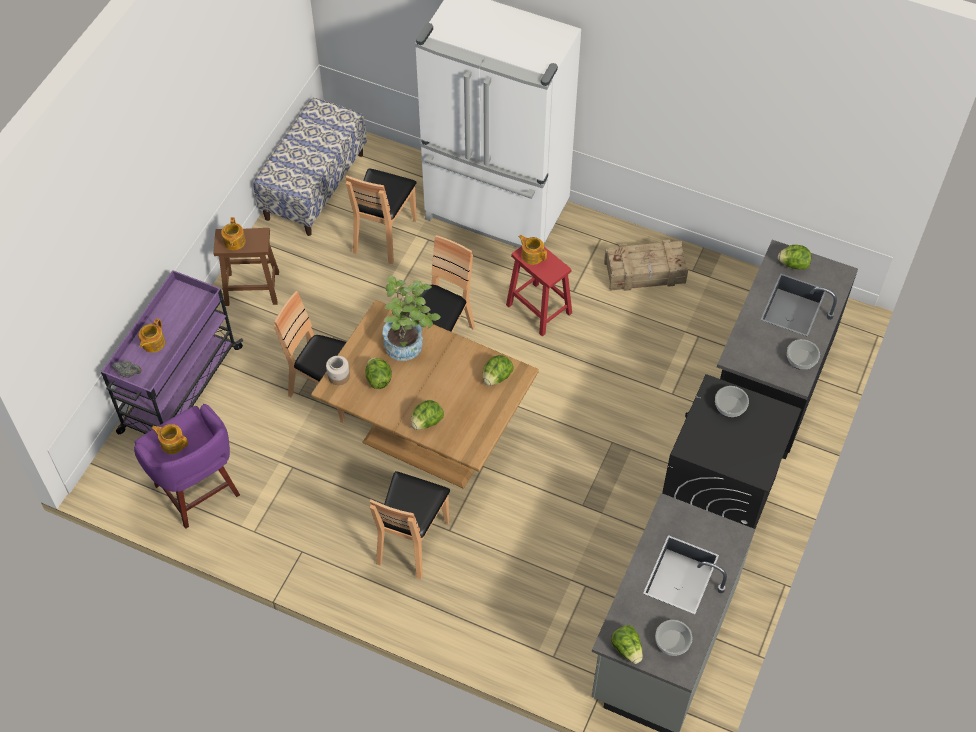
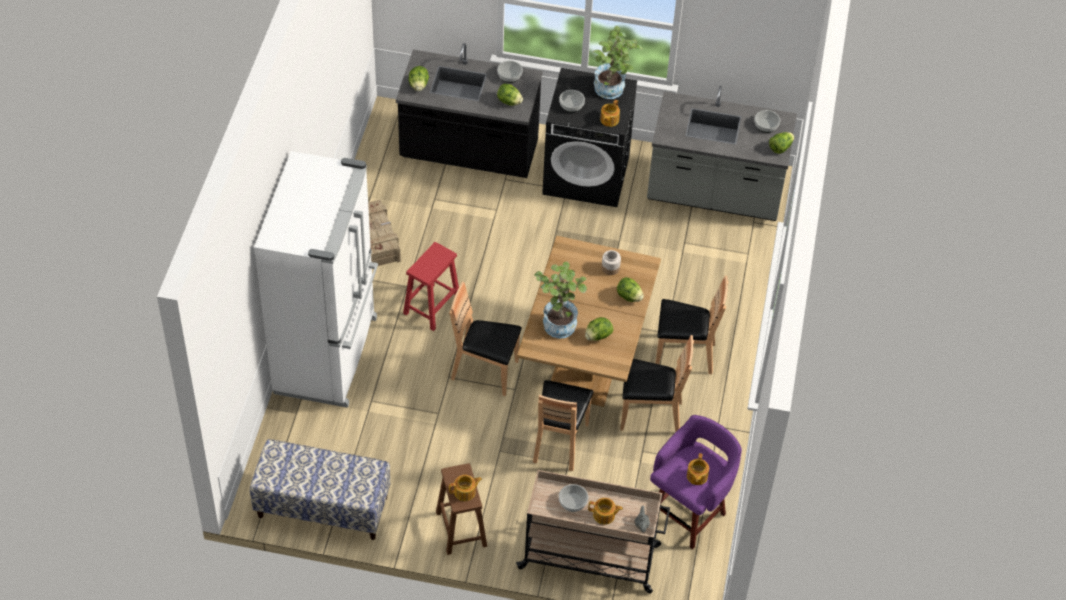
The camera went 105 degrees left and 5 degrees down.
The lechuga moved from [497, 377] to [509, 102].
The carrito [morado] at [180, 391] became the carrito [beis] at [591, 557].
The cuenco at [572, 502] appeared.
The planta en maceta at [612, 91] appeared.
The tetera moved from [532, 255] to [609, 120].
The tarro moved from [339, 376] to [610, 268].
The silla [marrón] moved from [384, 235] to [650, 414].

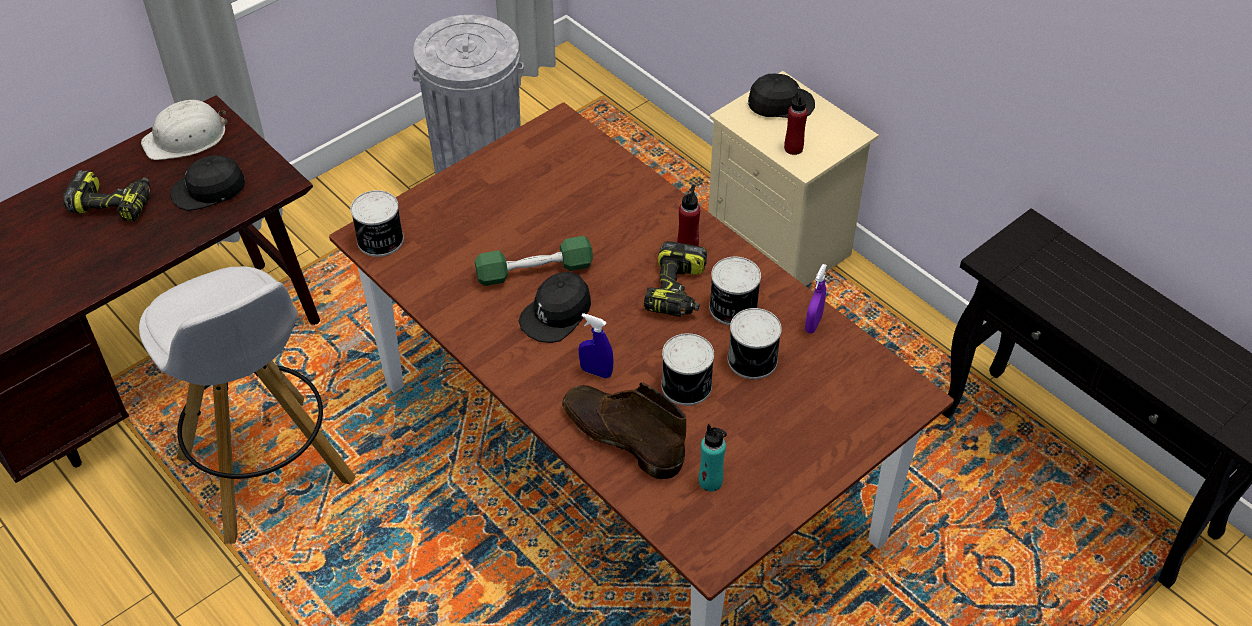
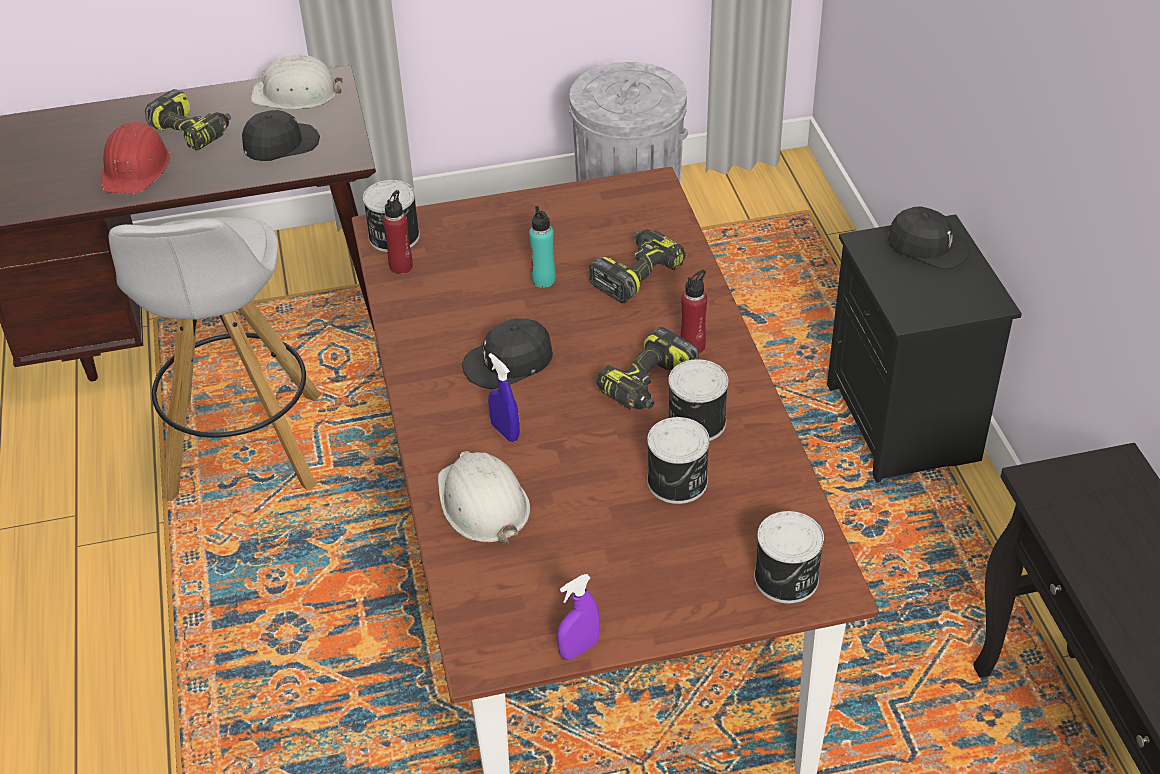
The camera went 30 degrees right and 5 degrees down.
The casco [rojo] at [136, 167] appeared.
The gorra [negro] at [209, 190] turned 135 degrees clockwise.
The botella [rojo] moved from [793, 148] to [401, 266].
The bota [marrón] at [621, 436] was replaced by the casco [blanco] at [482, 503].
The botella [turquesa] moved from [710, 481] to [543, 280].
The pulverizador [morado] moved from [813, 324] to [579, 649].
The taladro at [636, 274] appeared.
The lata moved from [688, 386] to [787, 579].
The mesita de noche [beis] at [782, 247] became the mesita de noche [negro] at [906, 425].
The mancuerna [verde] at [534, 271] disappeared.

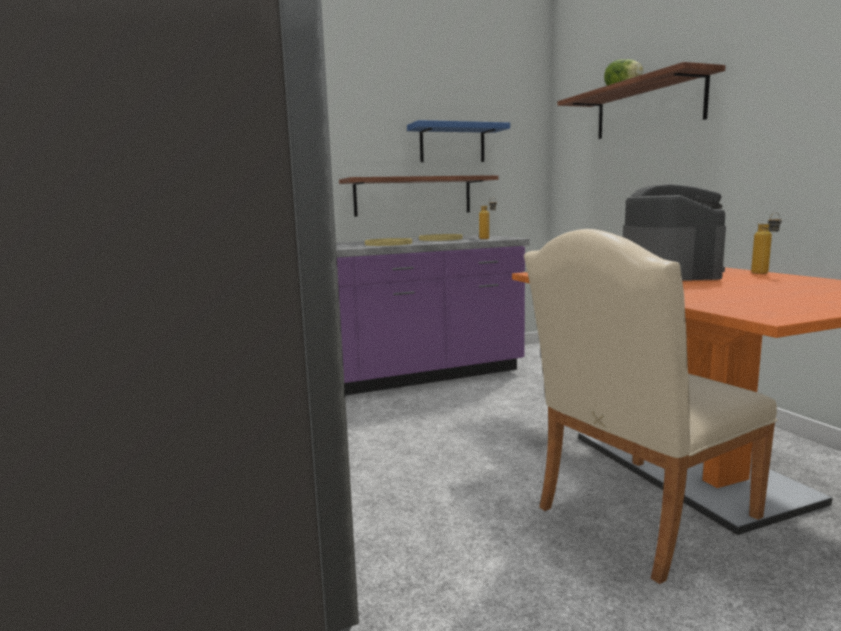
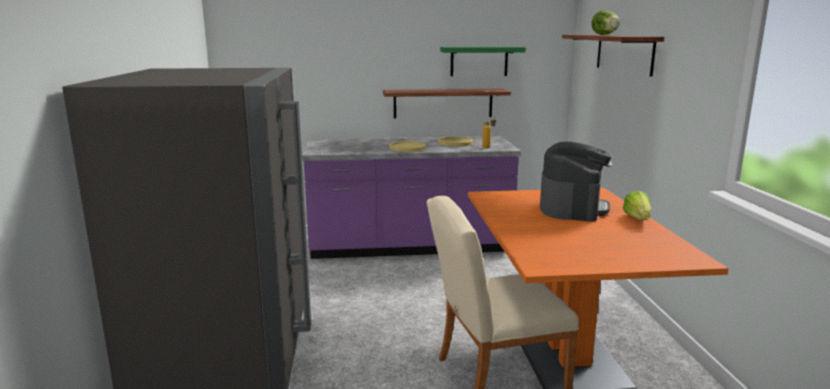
The camera went 15 degrees right and 5 degrees up.
The estante [azul] at [452, 144] became the estante [verde] at [479, 61].
The botella at [764, 274] was replaced by the lechuga at [637, 219].

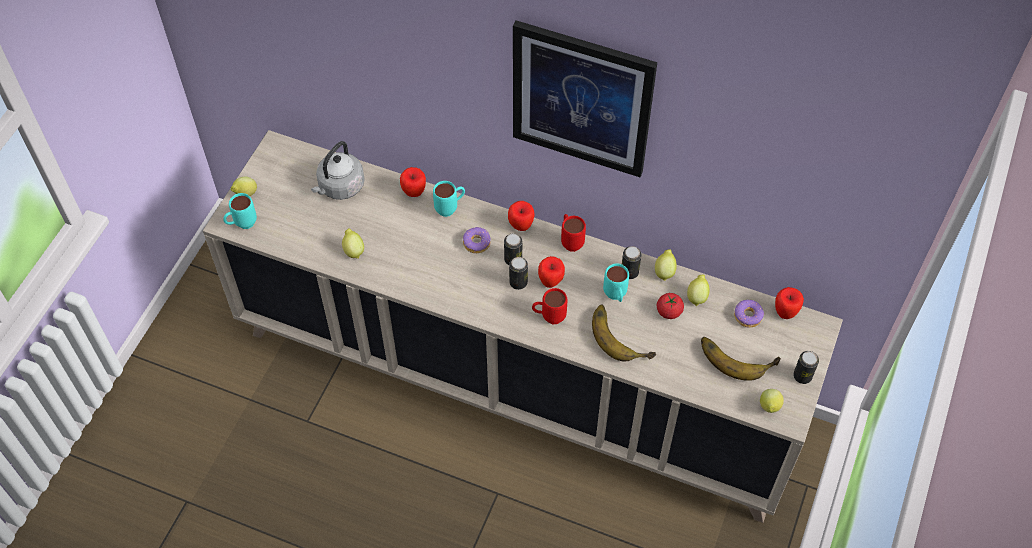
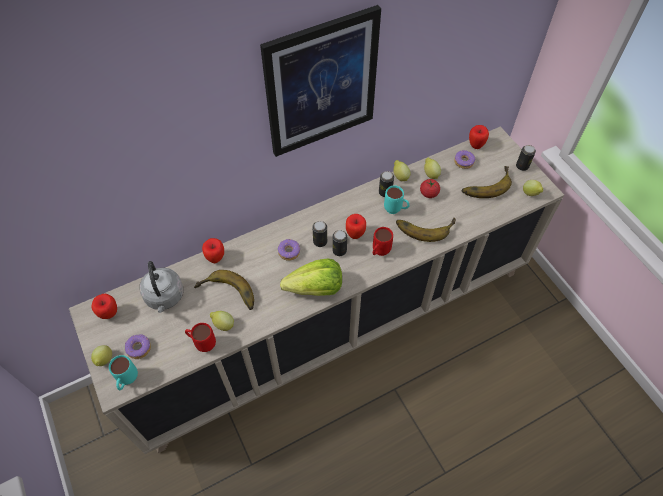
The camera went 50 degrees left and 0 degrees up.
The manzana moved from [521, 226] to [109, 314].
The rosquilla at [138, 348] appeared.
The taza grande [rojo] moved from [570, 241] to [202, 343].
The plátano at [227, 296] appeared.
The lechuga at [315, 289] appeared.
The taza grande [turquesa] at [450, 208] disappeared.

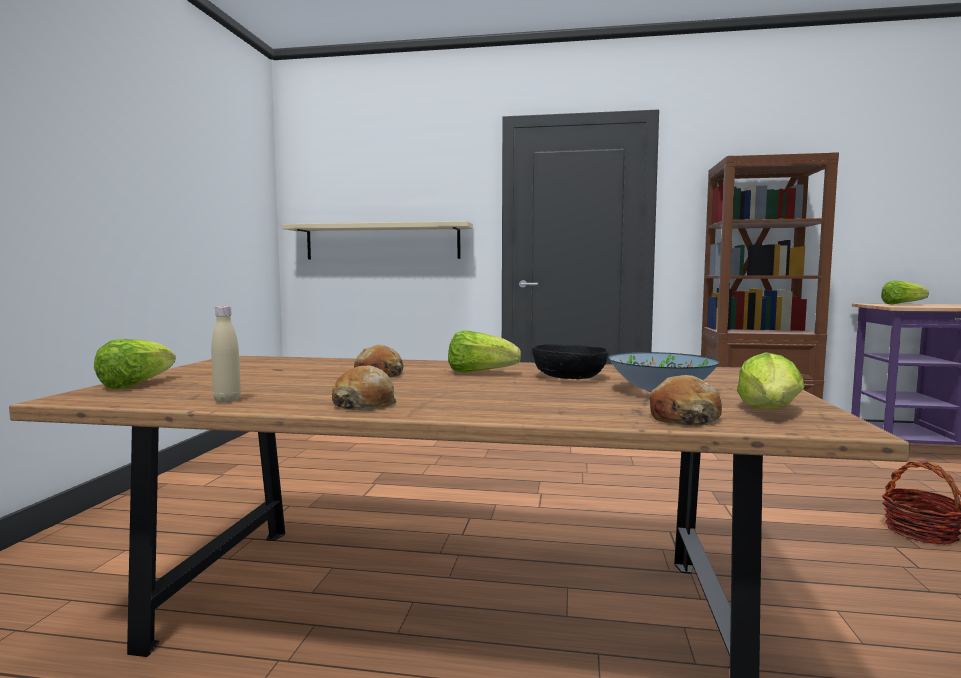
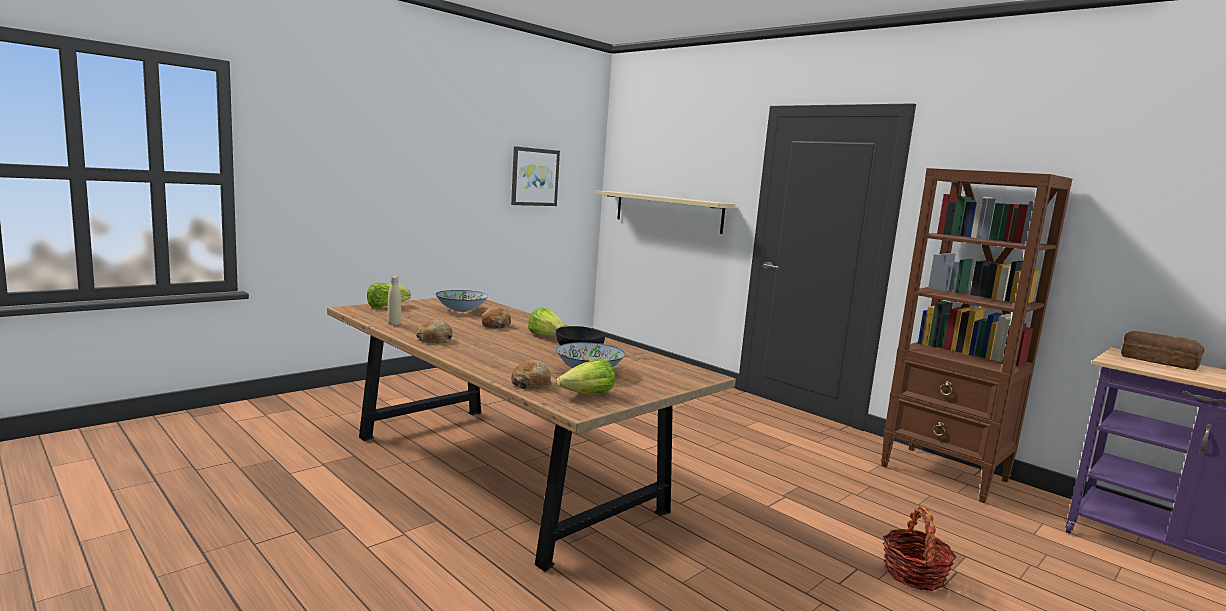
The camera went 35 degrees right and 5 degrees up.
The cuenco at [461, 310] appeared.
The cuadro at [534, 177] appeared.
The lechuga at [901, 304] was replaced by the pan at [1157, 361].

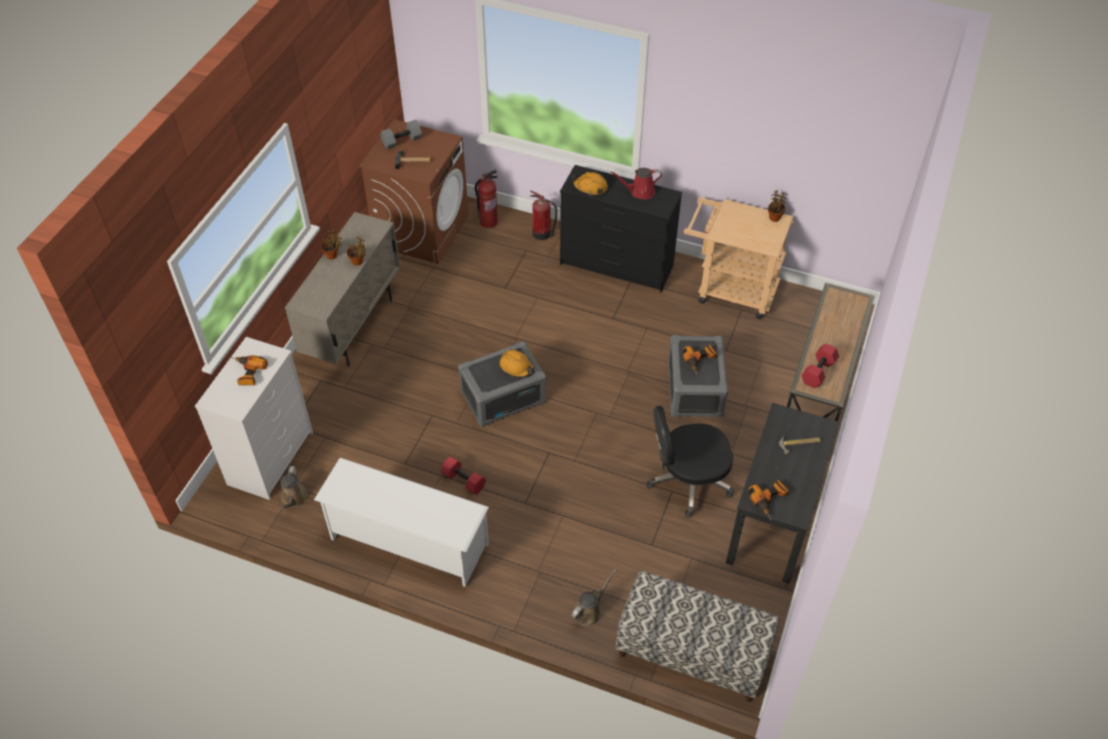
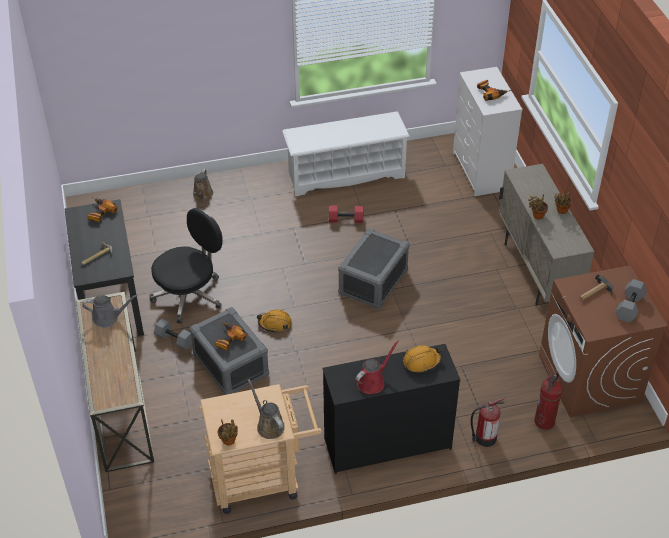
The camera went 145 degrees right and 5 degrees down.
The mancuerna [rojo] at [818, 372] was replaced by the regadera [gris] at [108, 318].
The mancuerna [gris] at [175, 339] appeared.
The regadera [marrón] moved from [294, 498] to [269, 425].
The casco [naranja] moved from [516, 367] to [275, 323].
The banco at [691, 653] disappeared.

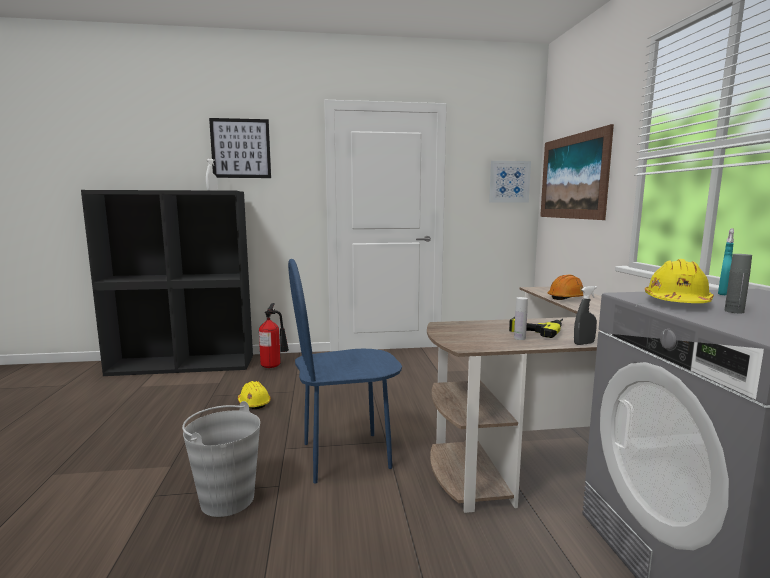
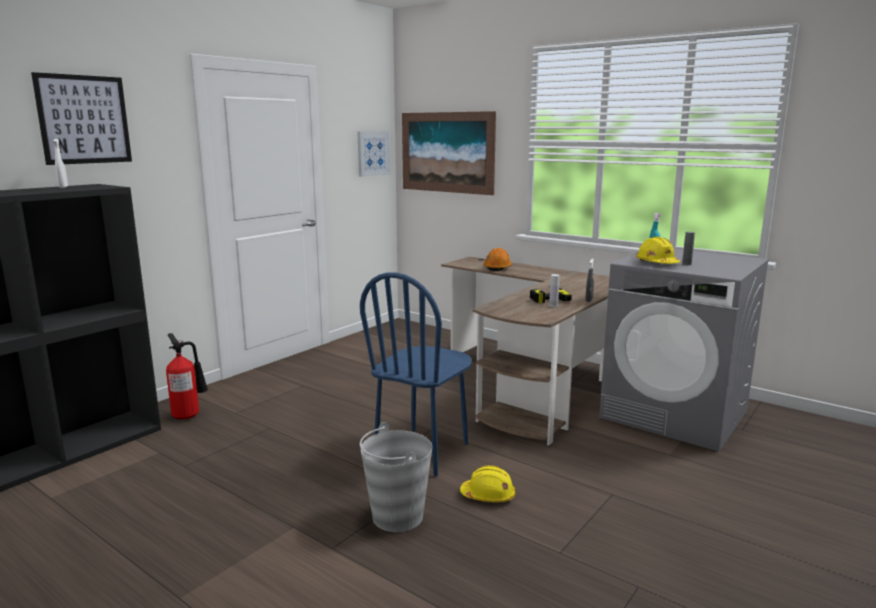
The camera went 45 degrees left and 5 degrees up.
The casco [amarillo] moved from [254, 403] to [488, 495].

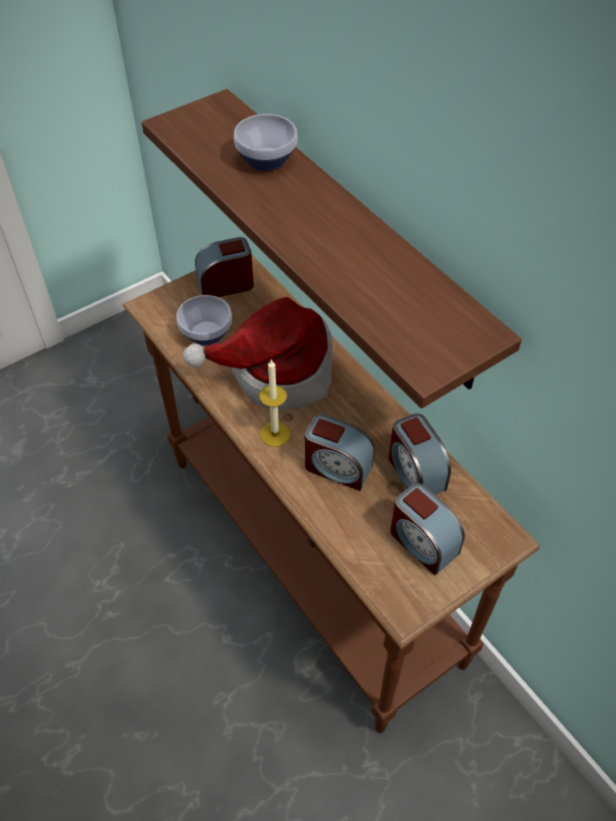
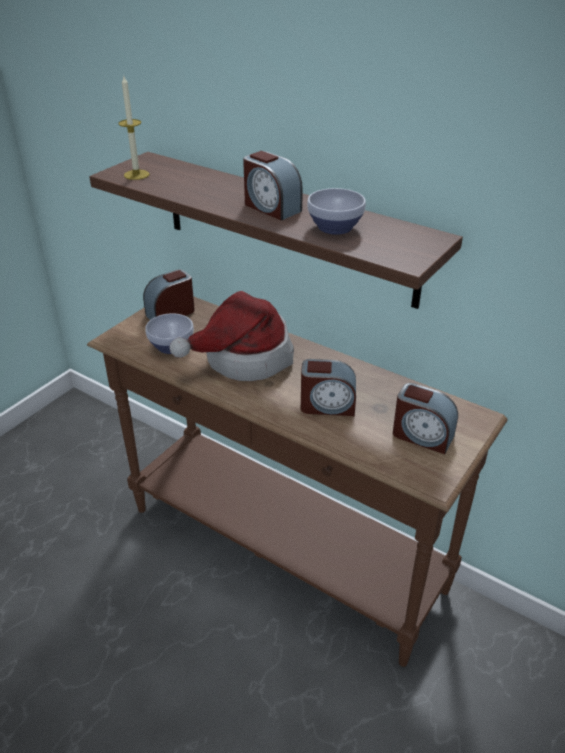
The camera went 20 degrees left and 15 degrees down.
The vela moved from [275, 434] to [136, 175].
The despertador moved from [415, 472] to [271, 207].
The cuenco moved from [267, 161] to [336, 228].

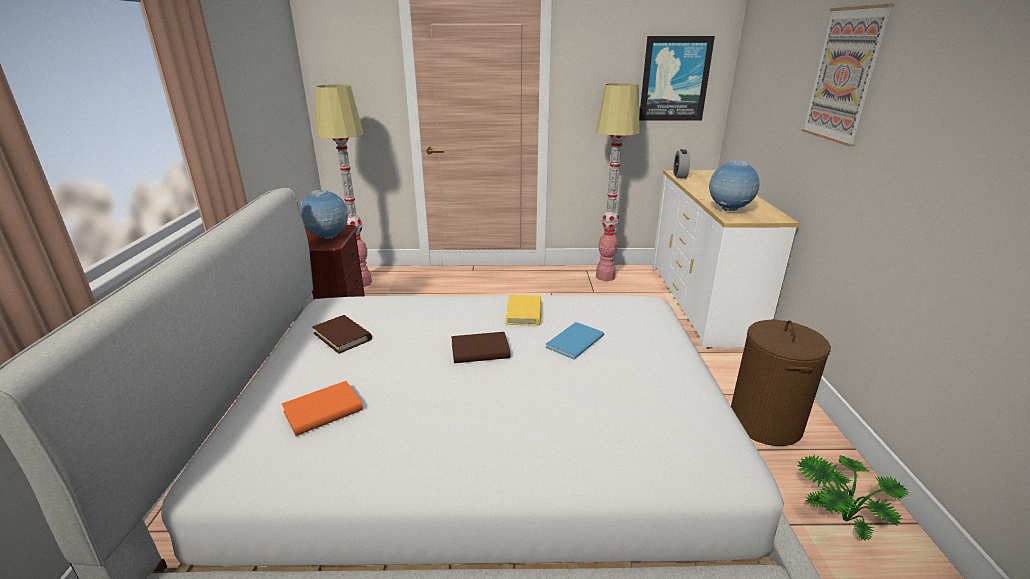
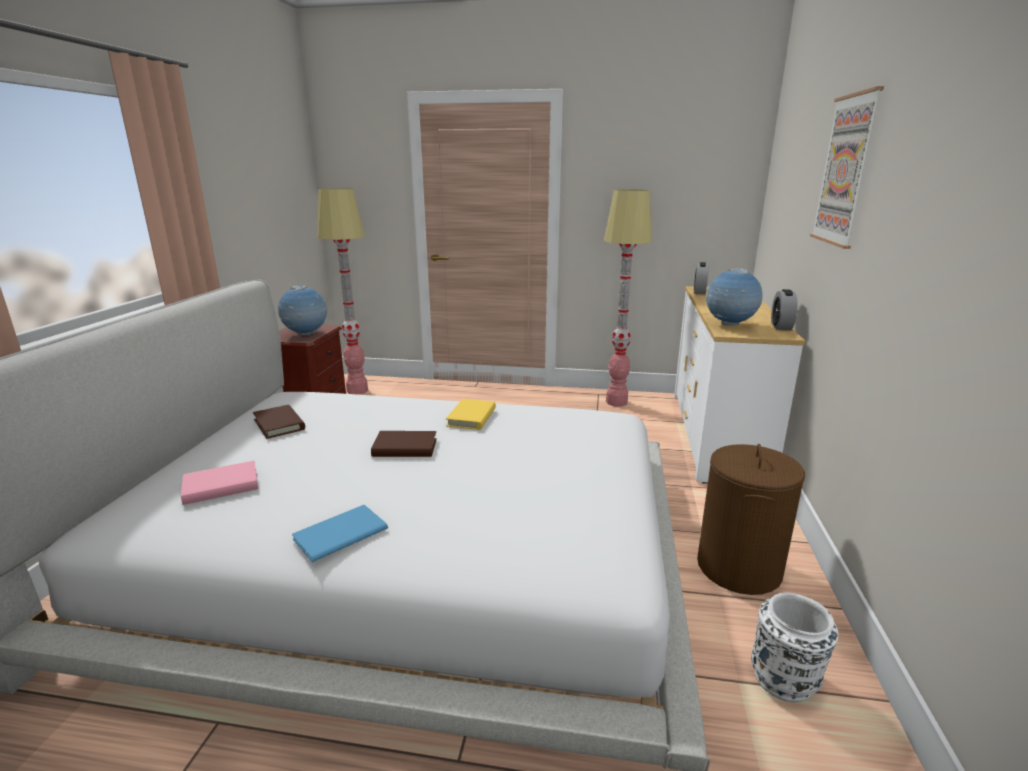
The camera went 10 degrees right and 5 degrees down.
The libro [naranja] at [323, 411] became the libro [rosa] at [221, 486].
The libro [azul] moved from [572, 341] to [337, 534].
The planta en maceta at [837, 517] was replaced by the florero [blanco] at [785, 680].
The despertador at [781, 326] appeared.
The cuadro at [674, 79] disappeared.

